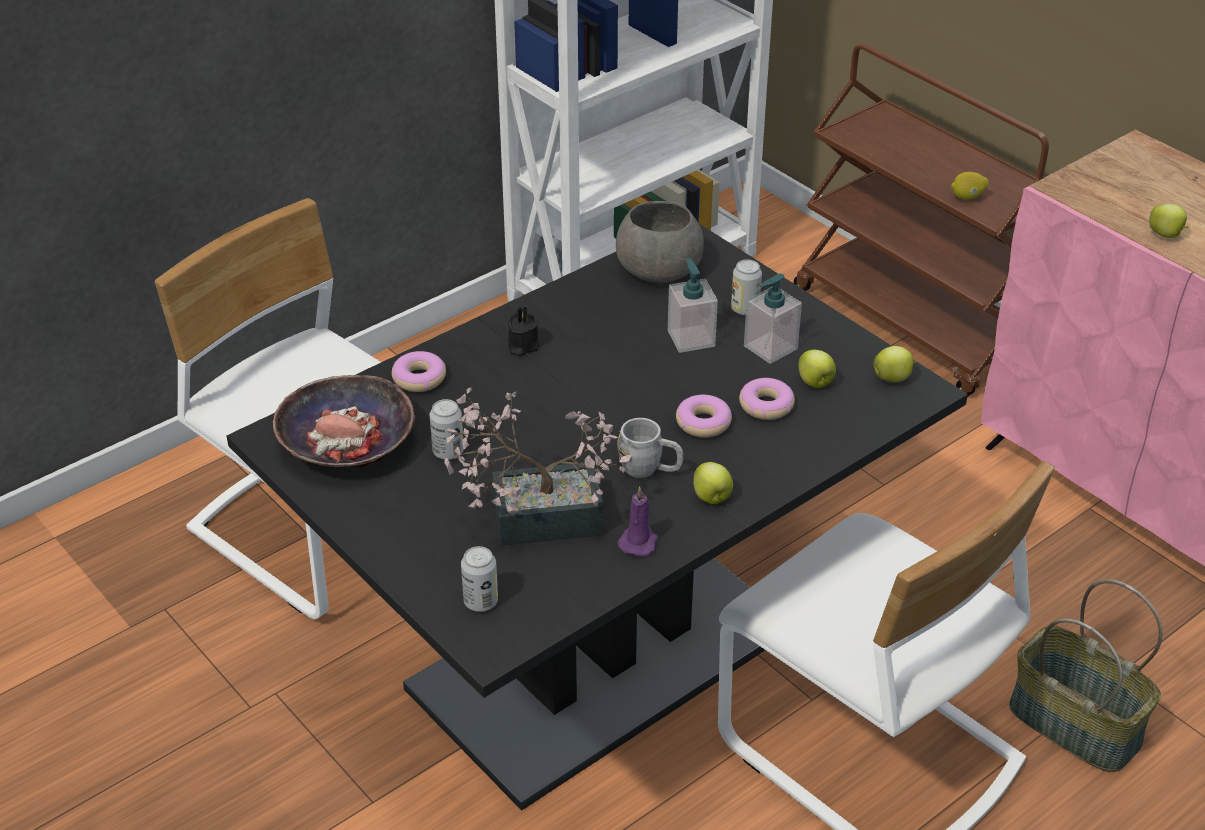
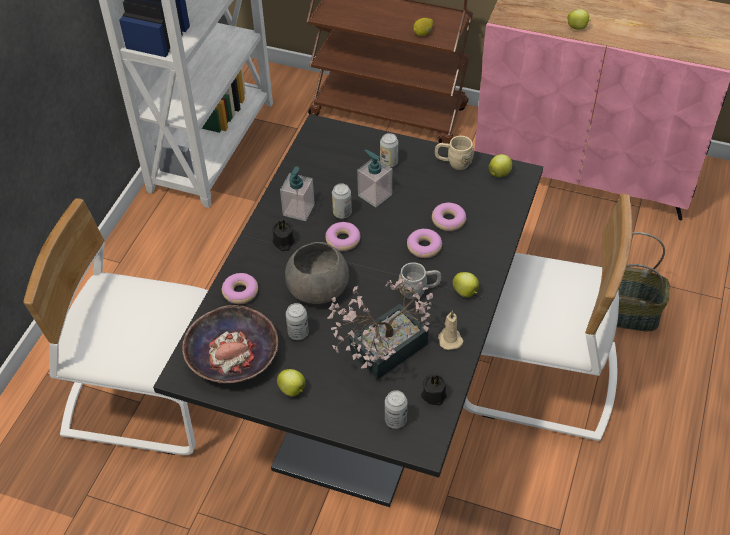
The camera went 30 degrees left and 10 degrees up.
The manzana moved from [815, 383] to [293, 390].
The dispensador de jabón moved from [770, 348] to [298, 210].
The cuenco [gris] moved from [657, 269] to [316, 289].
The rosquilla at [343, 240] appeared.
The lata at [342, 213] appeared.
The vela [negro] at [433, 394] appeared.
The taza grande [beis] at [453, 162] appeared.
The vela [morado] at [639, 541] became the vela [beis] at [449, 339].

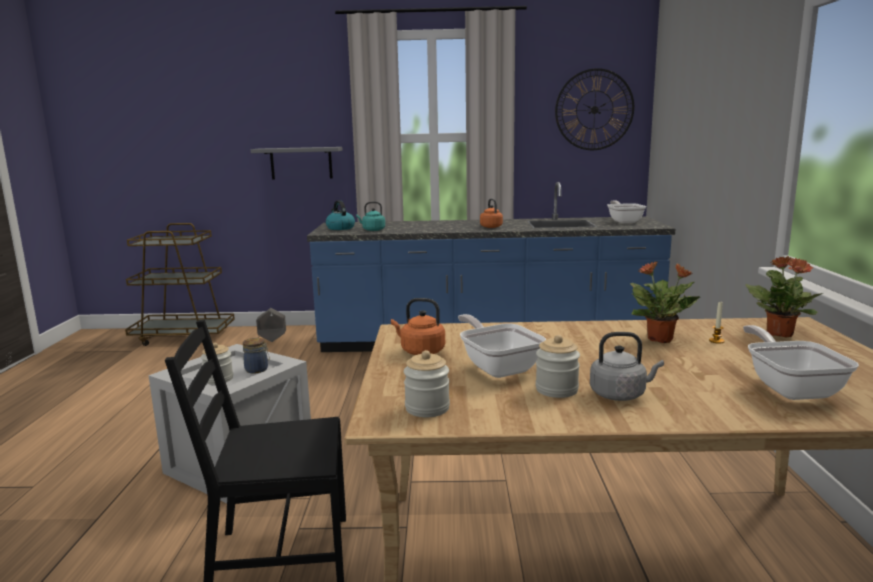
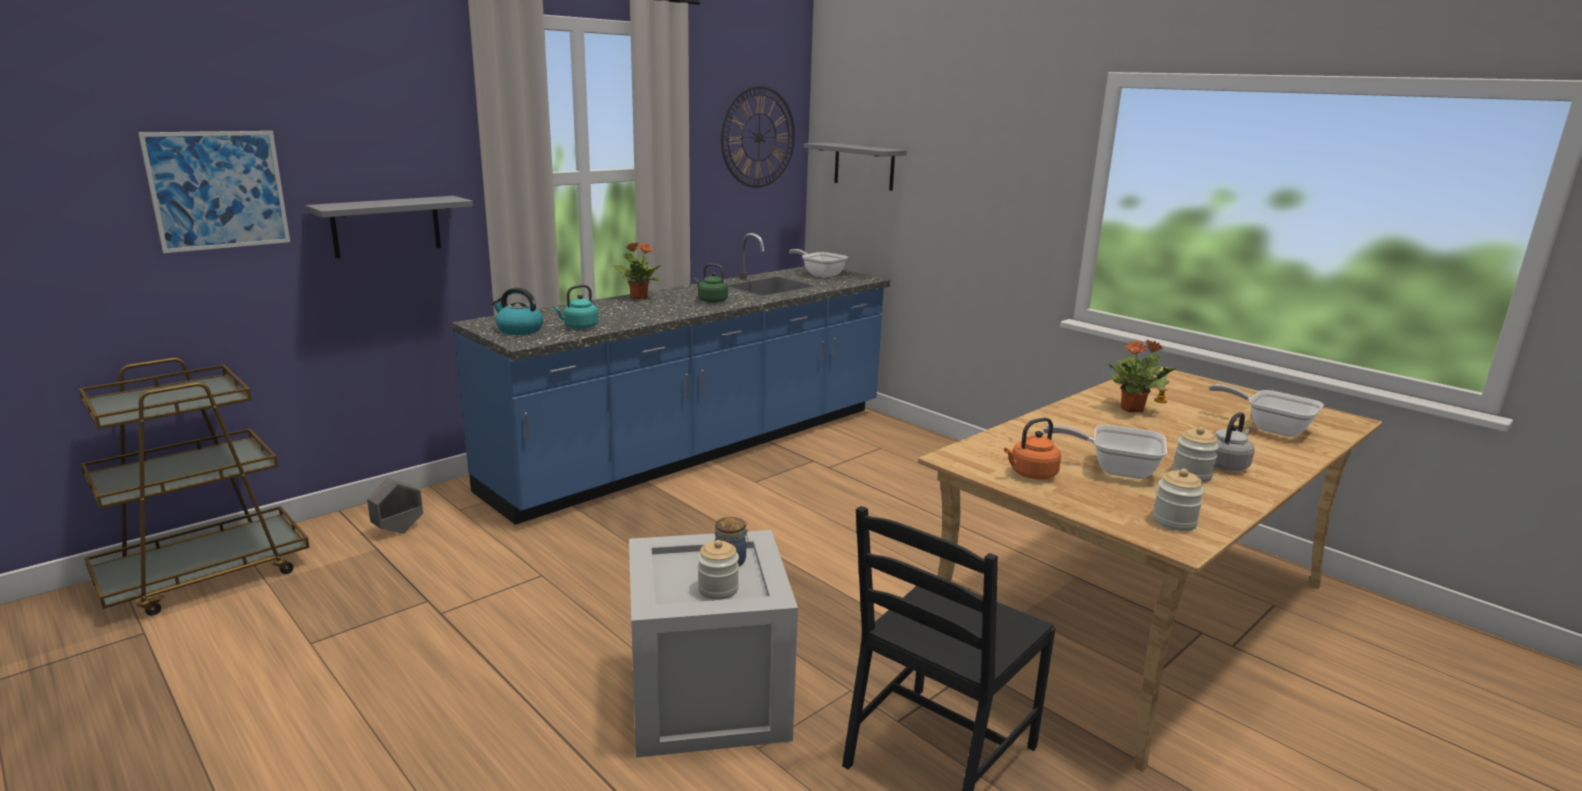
The camera went 45 degrees left and 5 degrees up.
The cuadro at [218, 190] appeared.
The planta en maceta moved from [779, 333] to [638, 297].
The hervidor [naranja] at [490, 226] became the hervidor [verde] at [711, 300].
The estante [gris] at [864, 166] appeared.

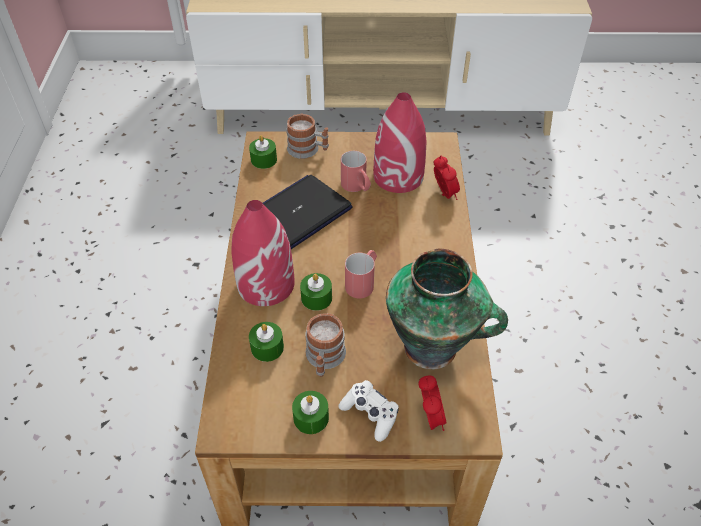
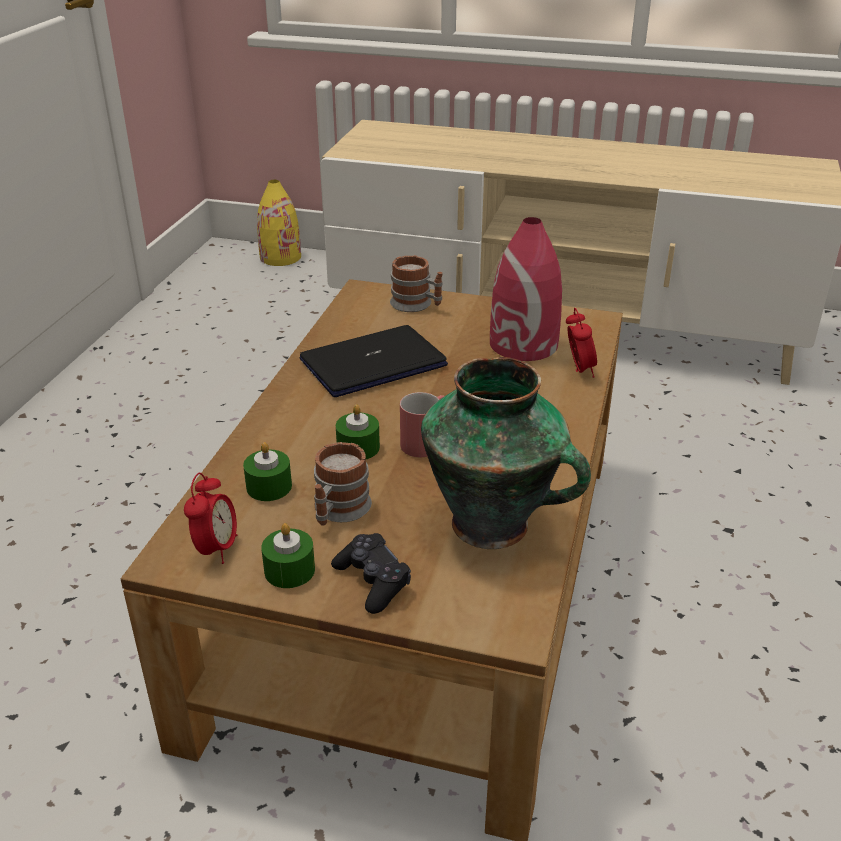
The camera went 15 degrees right and 15 degrees down.
The despertador moved from [430, 418] to [216, 549].
The florero [amarillo] at [281, 257] appeared.
The mando de consola [blanco] at [370, 414] became the mando de consola [negro] at [373, 581].
The florero [rojo] at [265, 283] disappeared.
The vela [verde] at [264, 160] disappeared.
The taza grande [rojo] at [357, 187] disappeared.

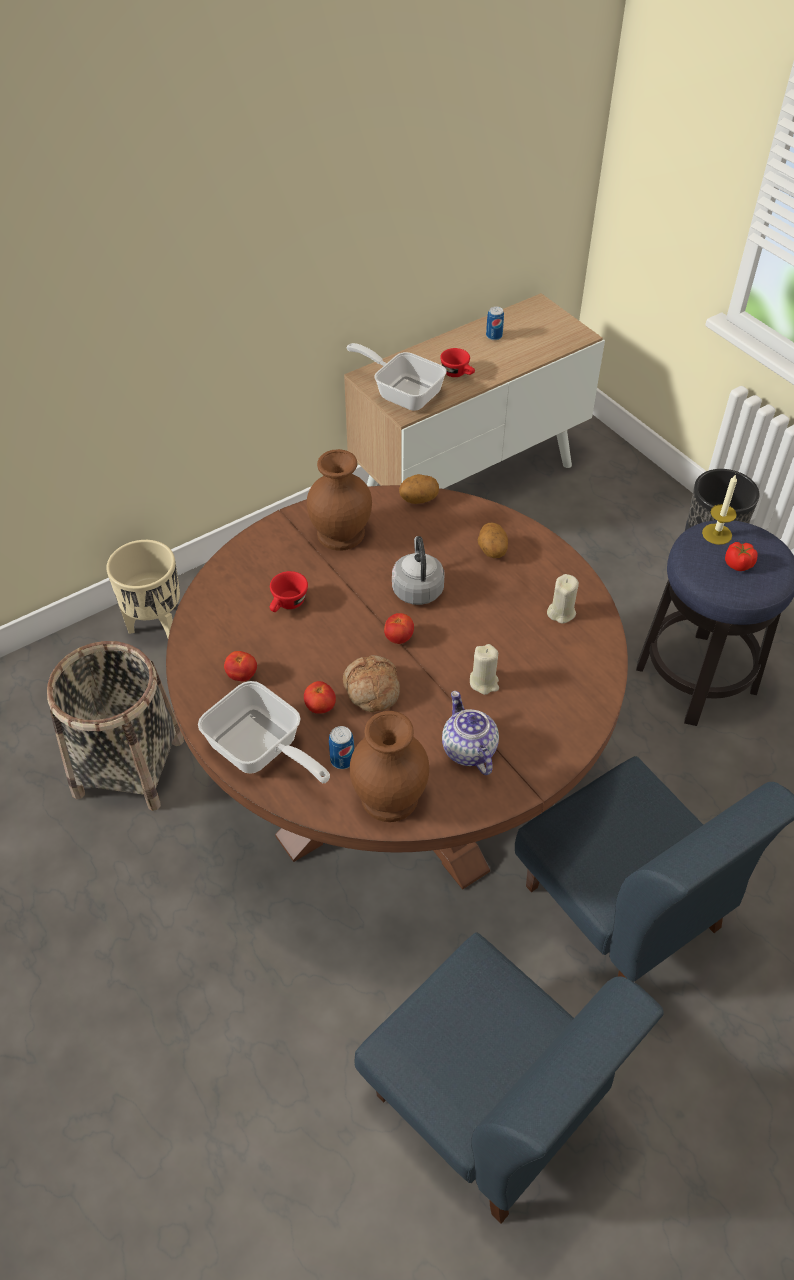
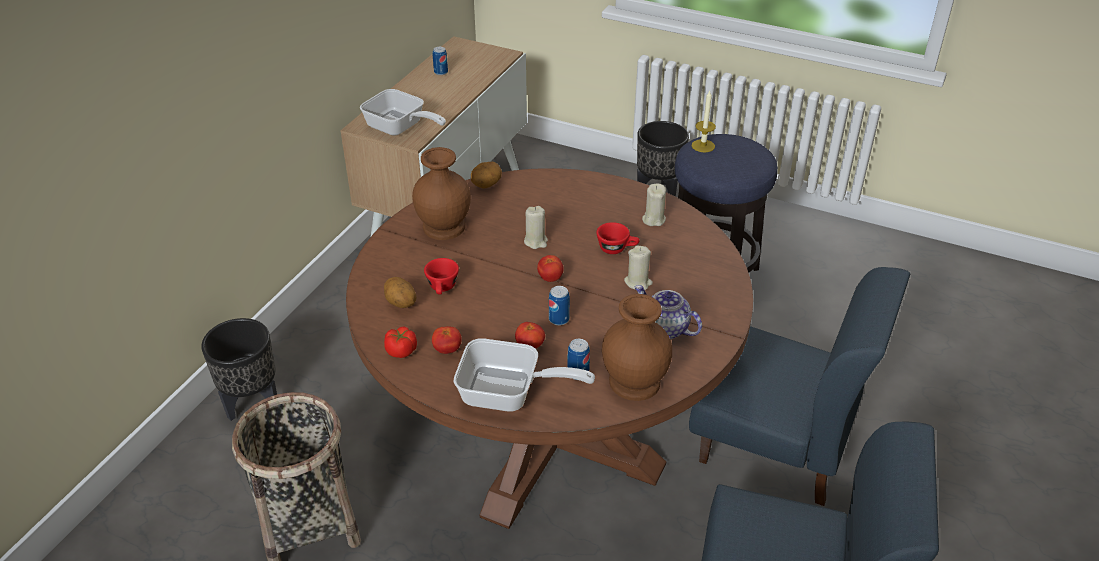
The camera went 30 degrees left and 10 degrees down.
The maceta [beis] at [157, 625] became the maceta [negro] at [253, 404].
The sartén at [403, 392] turned 150 degrees counterclockwise.
The patata moved from [491, 551] to [400, 304].
The tomate moved from [738, 564] to [401, 351].
The hervidor [gris] at [417, 588] was replaced by the vela [beis] at [536, 241].
The pan at [371, 690] was replaced by the lata at [559, 319].
The taza [rojo] moved from [458, 374] to [617, 249].

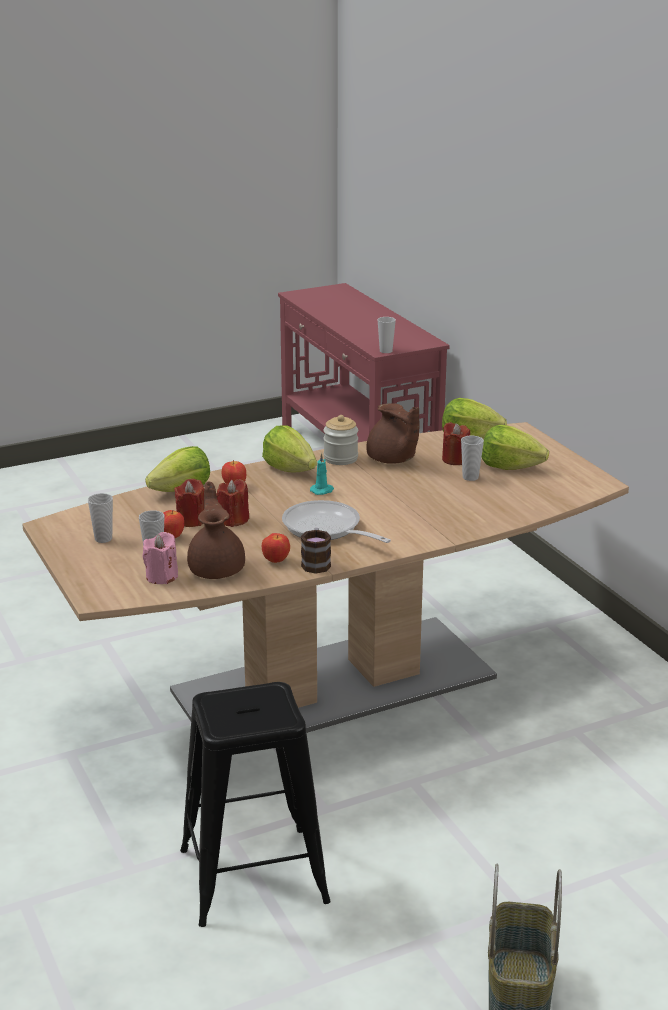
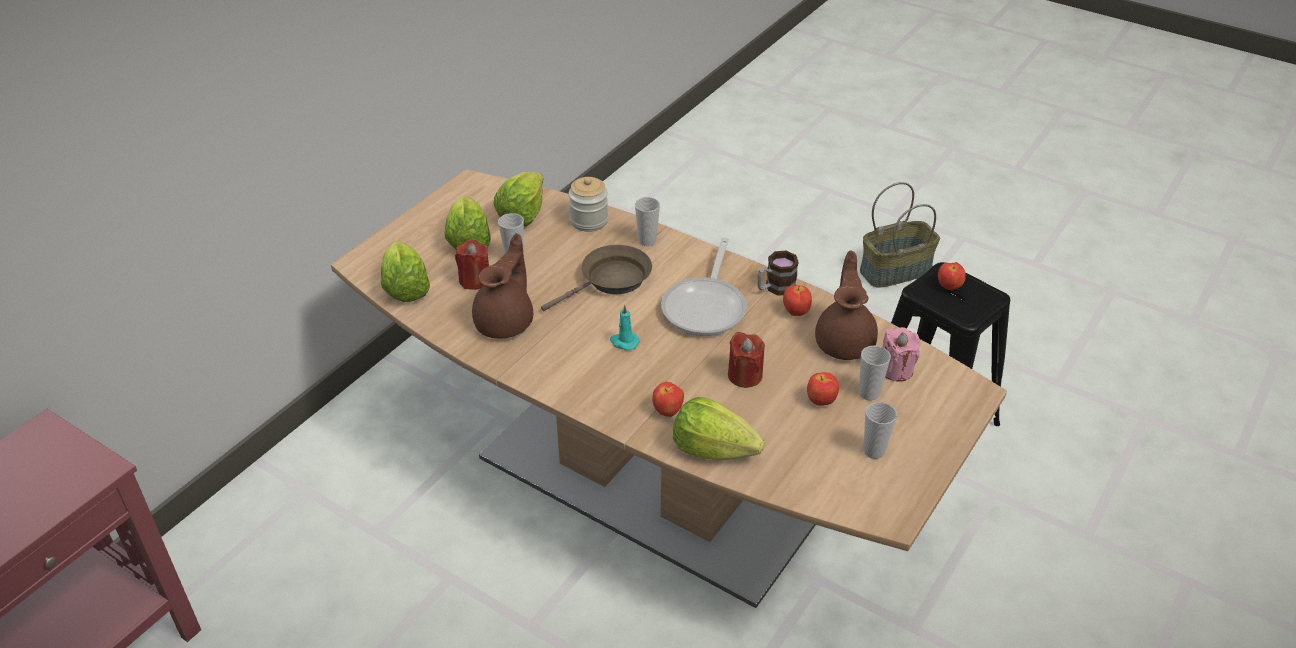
The camera went 120 degrees left and 15 degrees up.
The lechuga moved from [290, 469] to [522, 215].
The sartén [marrón] at [611, 281] appeared.
The tarro moved from [340, 458] to [589, 221].
The taza moved from [386, 351] to [647, 241].
The tetera [marrón] at [217, 568] turned 135 degrees clockwise.
The manzana at [949, 287] appeared.
The vela [rojo] at [191, 520] disappeared.

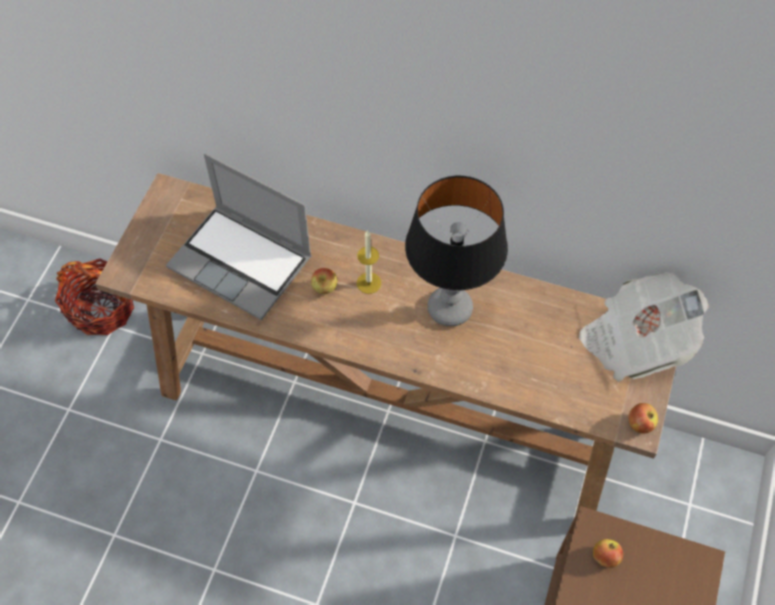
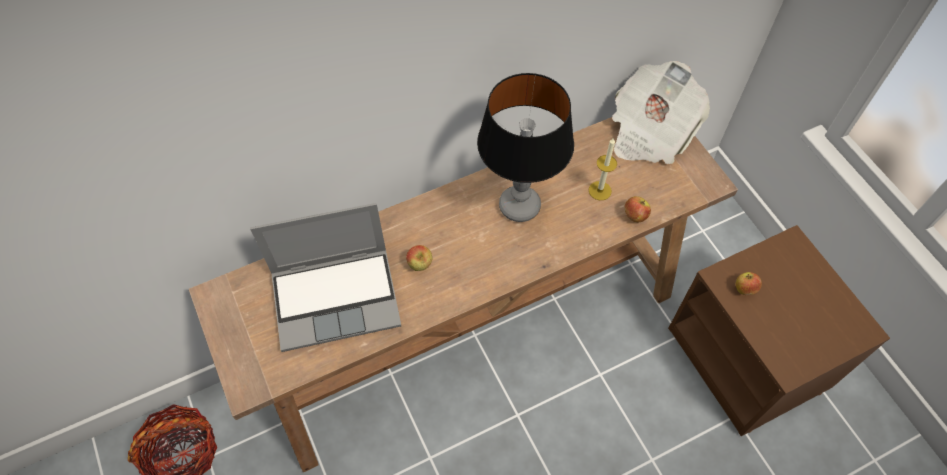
The camera went 45 degrees left and 0 degrees up.
The vela moved from [369, 283] to [600, 190].
The manzana moved from [640, 424] to [635, 215].

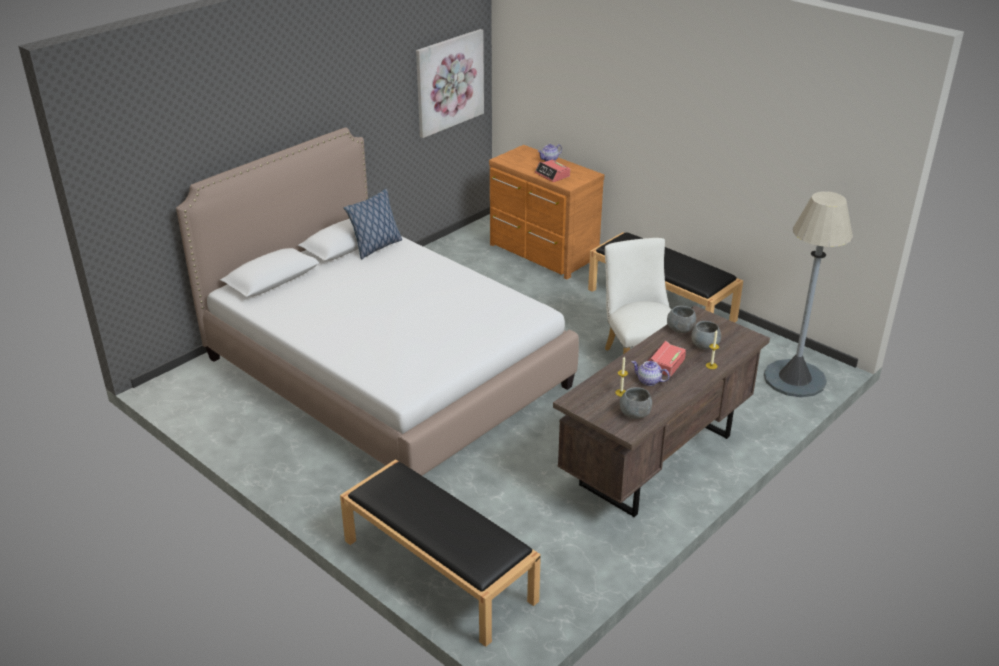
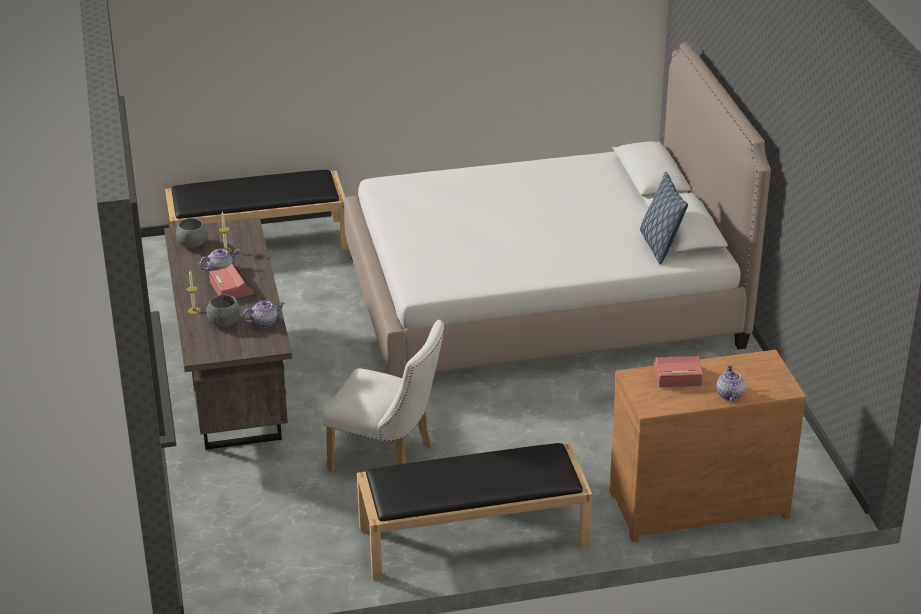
The camera went 125 degrees right and 0 degrees up.
The cuenco [gris] at [680, 330] was replaced by the tetera at [265, 322].
The cuadro at [449, 82] disappeared.
The lámpara de pie [gris] at [794, 379] disappeared.

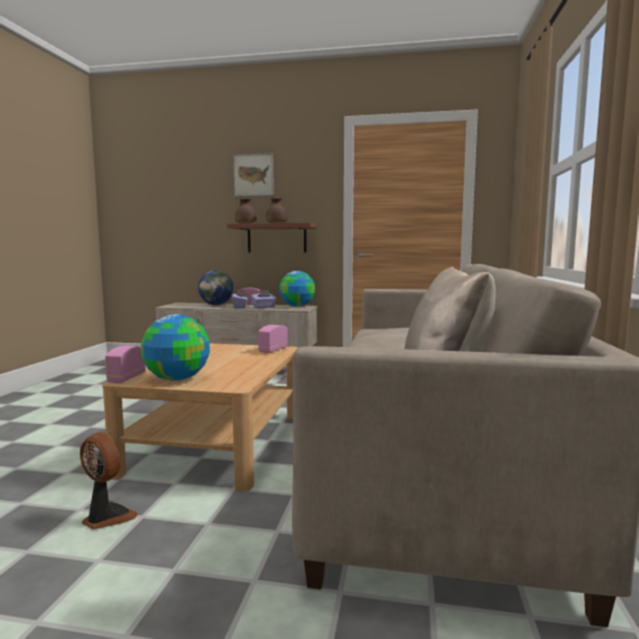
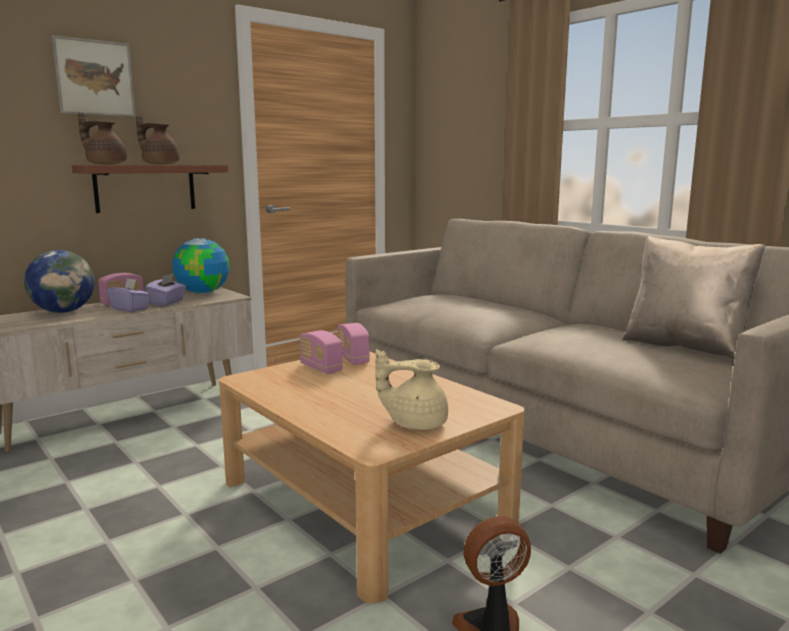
The camera went 50 degrees left and 5 degrees up.
The radio moved from [126, 378] to [321, 368].
The globo terráqueo at [177, 379] was replaced by the tetera [beis] at [415, 423].

